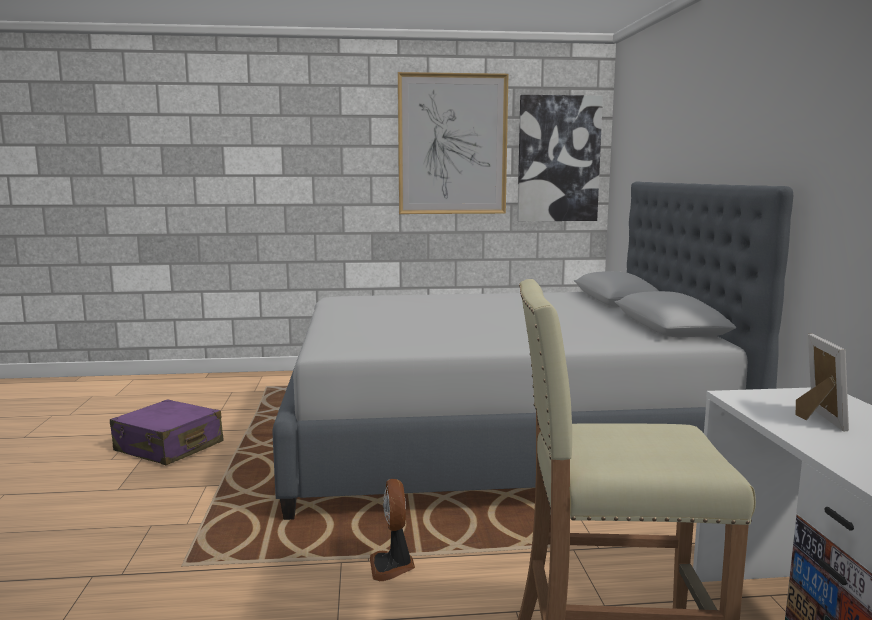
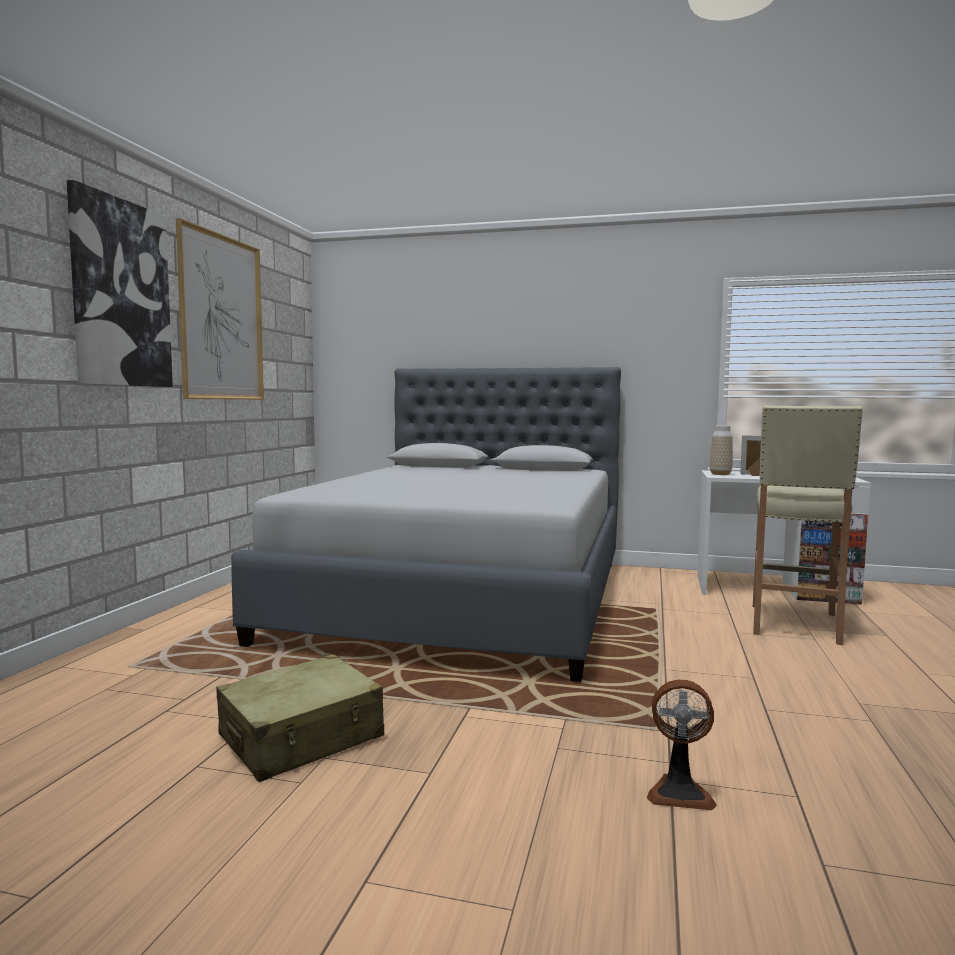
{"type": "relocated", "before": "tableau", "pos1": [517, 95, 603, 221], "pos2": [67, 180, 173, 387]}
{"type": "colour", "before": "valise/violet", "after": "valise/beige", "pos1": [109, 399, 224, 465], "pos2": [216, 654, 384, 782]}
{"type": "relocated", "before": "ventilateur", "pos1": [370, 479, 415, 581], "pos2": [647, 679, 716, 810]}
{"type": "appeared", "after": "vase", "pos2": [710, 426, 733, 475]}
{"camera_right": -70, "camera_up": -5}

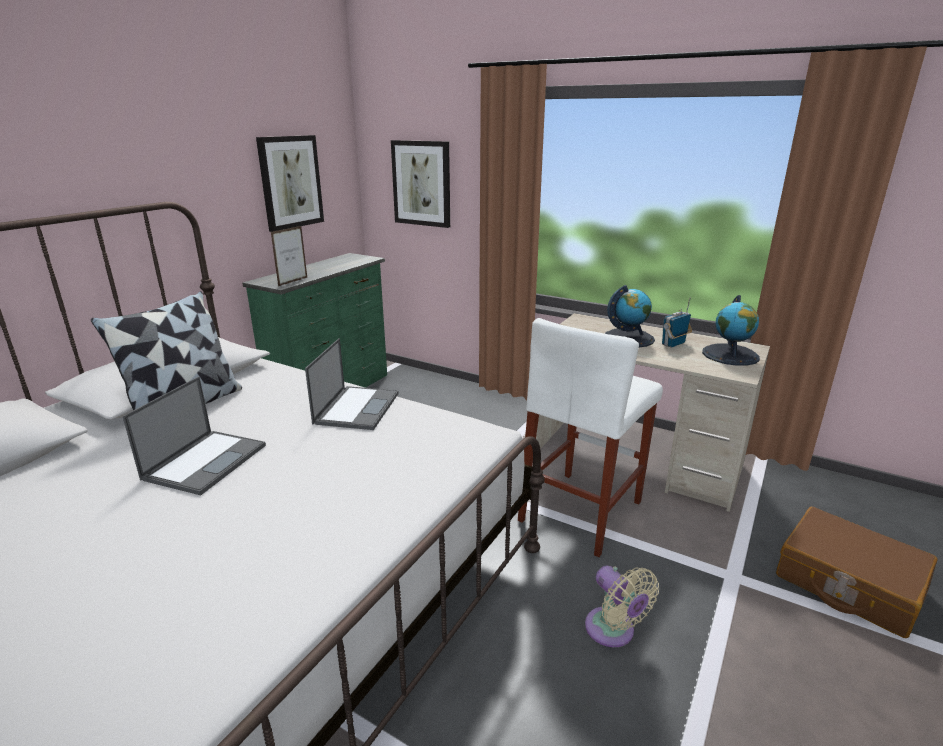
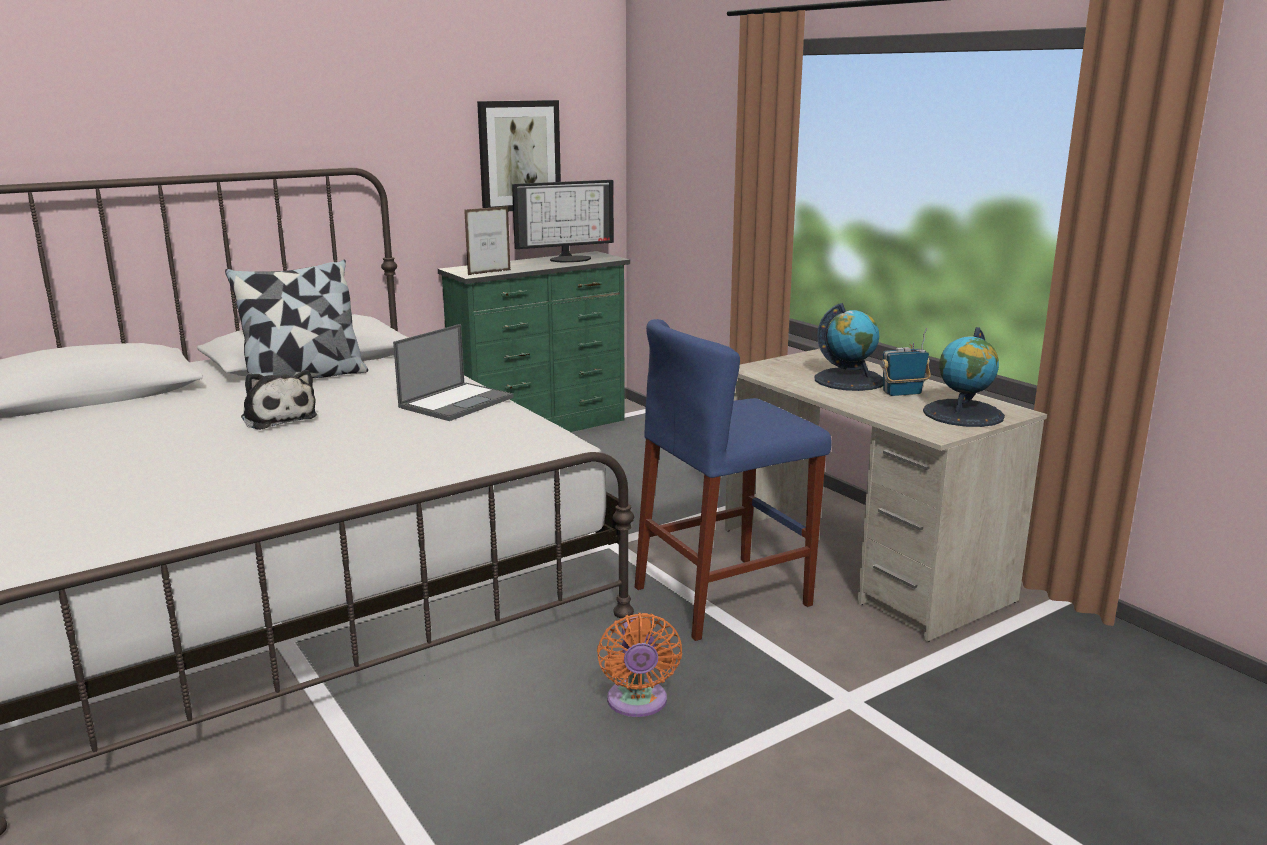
{"type": "missing", "before": "tableau", "pos1": [391, 140, 450, 228]}
{"type": "colour", "before": "tabouret/blanc", "after": "tabouret/bleu", "pos1": [518, 318, 663, 557], "pos2": [635, 319, 831, 641]}
{"type": "exchanged", "before": "ordinateur portable", "after": "peluche", "pos1": [122, 376, 266, 495], "pos2": [241, 370, 317, 430]}
{"type": "missing", "before": "valise/marron", "pos1": [776, 507, 938, 638]}
{"type": "colour", "before": "ventilateur/beige", "after": "ventilateur/orange", "pos1": [585, 566, 659, 647], "pos2": [597, 613, 682, 717]}
{"type": "appeared", "after": "écran d'ordinateur", "pos2": [512, 180, 614, 263]}
{"camera_right": 25, "camera_up": -5}

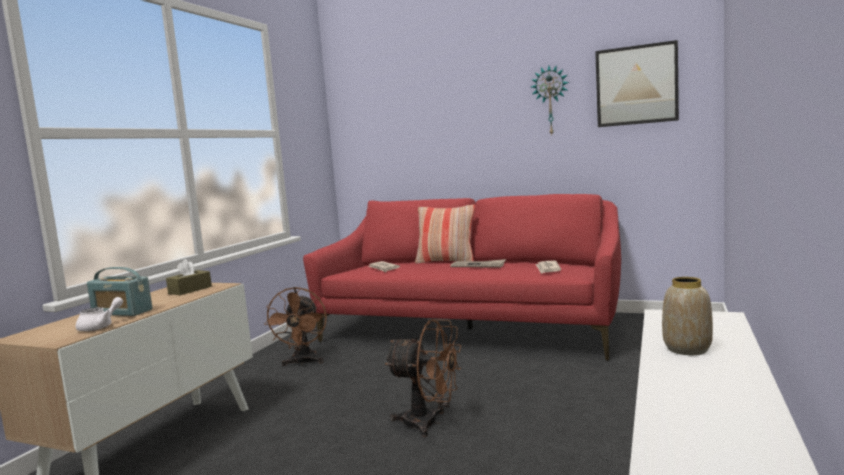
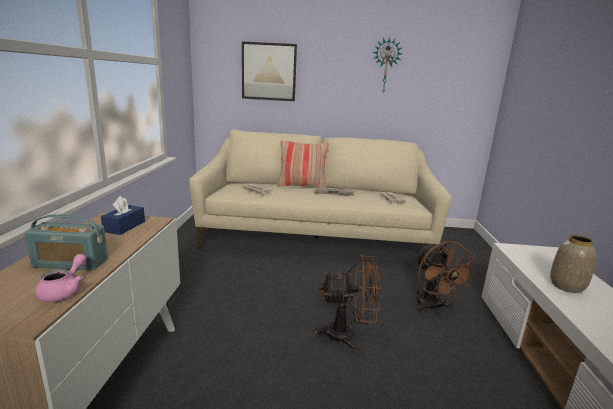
{"type": "relocated", "before": "tableau", "pos1": [595, 40, 679, 127], "pos2": [242, 42, 297, 101]}
{"type": "colour", "before": "canapé/rouge", "after": "canapé/beige", "pos1": [303, 194, 621, 361], "pos2": [189, 129, 452, 250]}
{"type": "colour", "before": "boîte à mouchoirs/marron", "after": "boîte à mouchoirs/bleu", "pos1": [166, 259, 212, 295], "pos2": [101, 196, 145, 235]}
{"type": "relocated", "before": "ventilateur/marron", "pos1": [264, 287, 327, 366], "pos2": [415, 241, 477, 313]}
{"type": "colour", "before": "théière/blanc", "after": "théière/rose", "pos1": [76, 297, 123, 332], "pos2": [35, 254, 86, 302]}
{"camera_right": -20, "camera_up": 10}

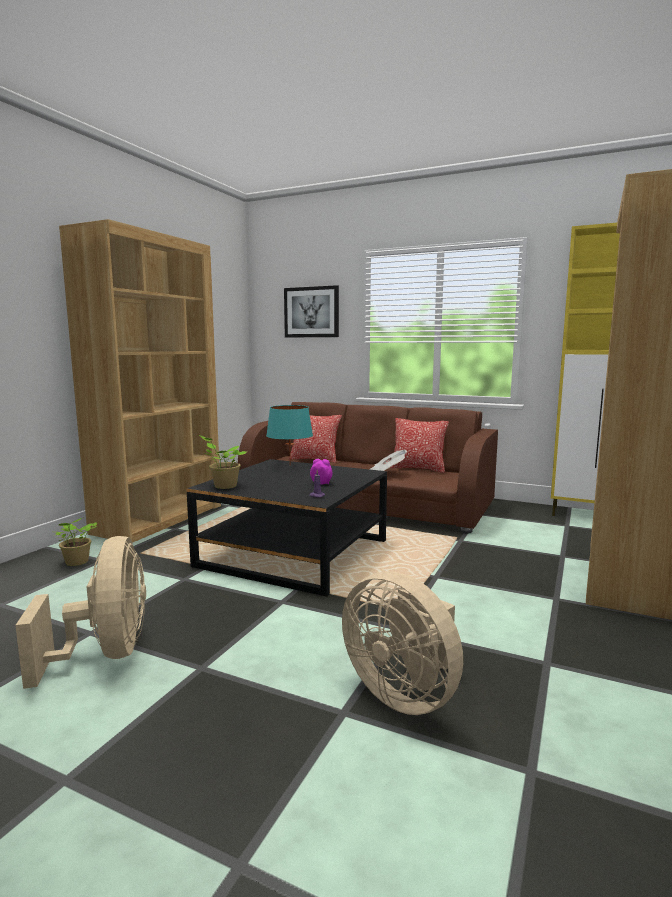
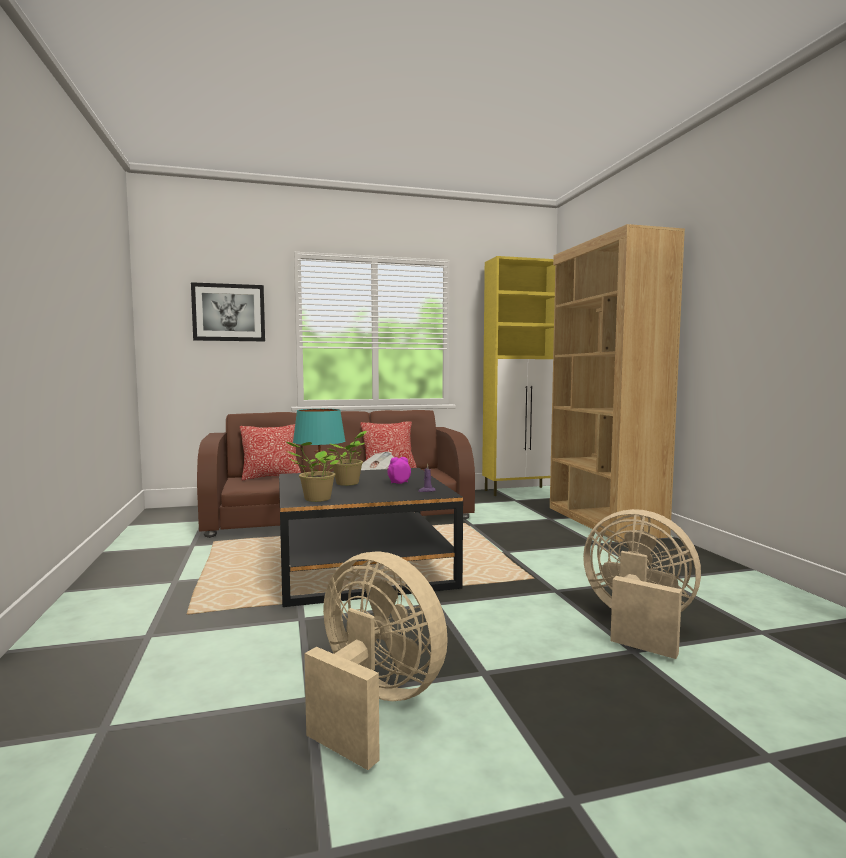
{"type": "missing", "before": "bibliothèque/marron", "pos1": [59, 219, 221, 543]}
{"type": "relocated", "before": "plante en pot", "pos1": [56, 518, 97, 566], "pos2": [328, 431, 367, 486]}
{"type": "spun", "before": "ventilateur/beige", "pos1": [342, 571, 463, 715], "pos2": [583, 509, 701, 659], "turn": -150}
{"camera_right": -40, "camera_up": -5}

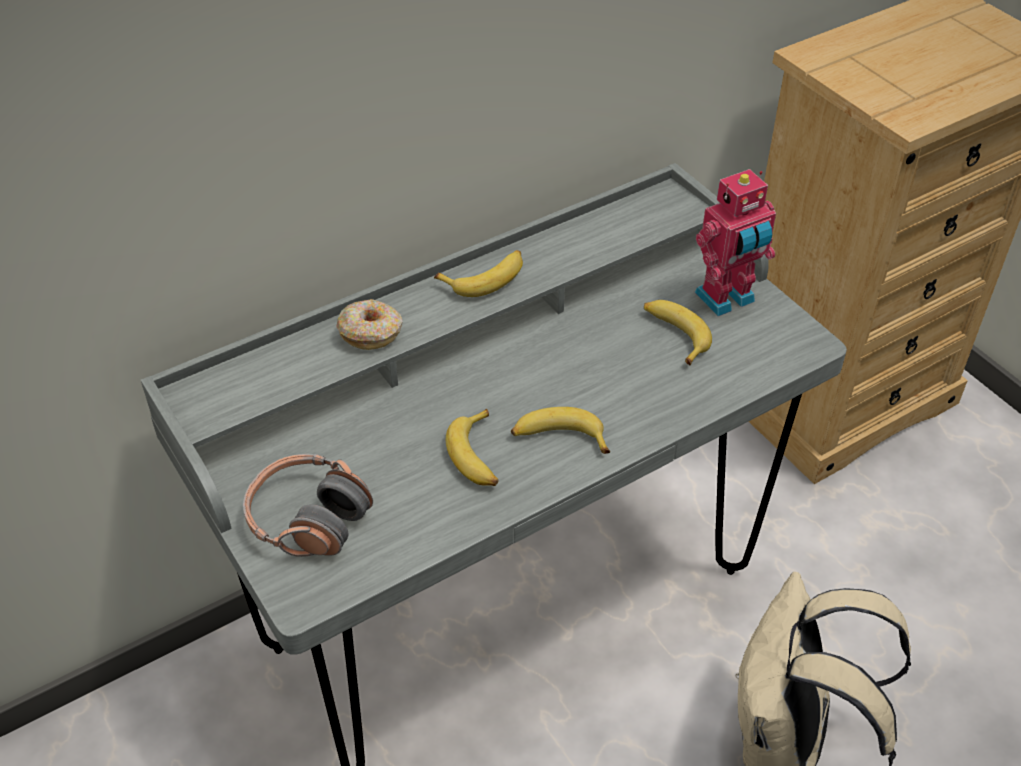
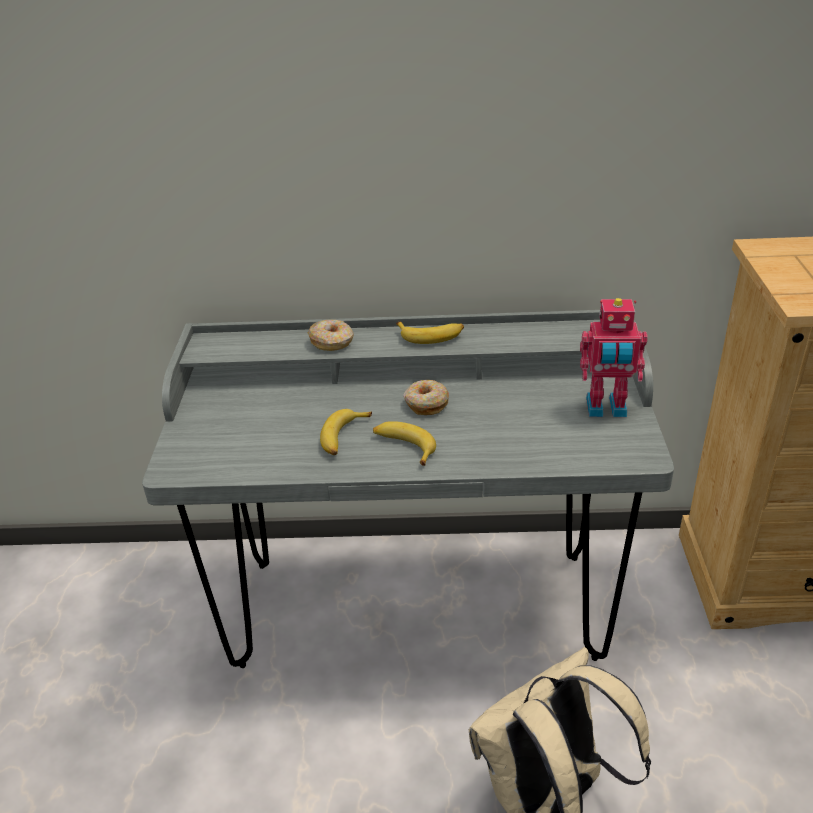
{"type": "missing", "before": "banane", "pos1": [644, 300, 712, 365]}
{"type": "missing", "before": "casque audio", "pos1": [243, 454, 373, 557]}
{"type": "appeared", "after": "beignet", "pos2": [404, 380, 449, 415]}
{"camera_right": 35, "camera_up": -10}

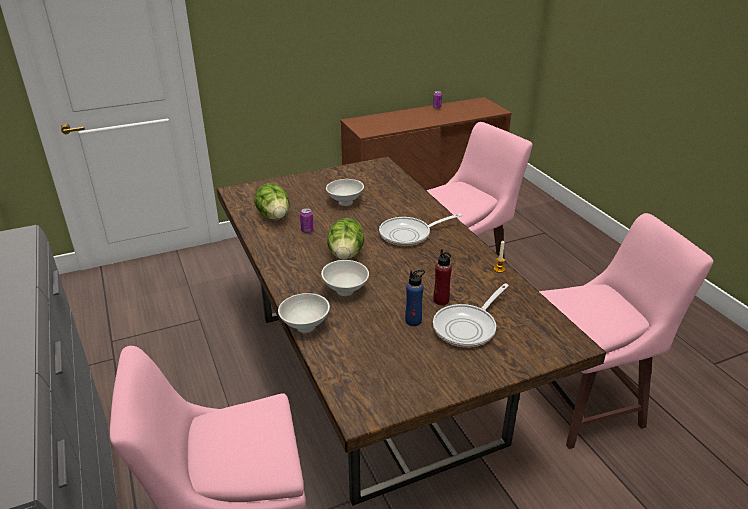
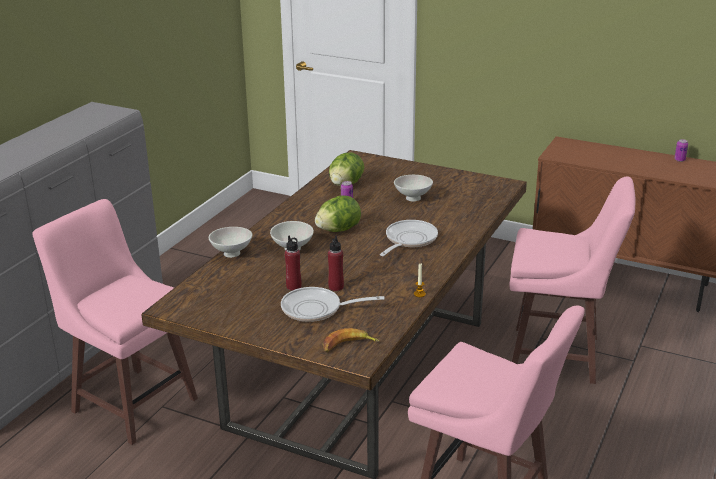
{"type": "spun", "before": "poêle", "pos1": [379, 213, 462, 246], "pos2": [380, 220, 438, 256], "turn": 90}
{"type": "colour", "before": "bouteille/bleu", "after": "bouteille/rouge", "pos1": [405, 270, 425, 326], "pos2": [285, 235, 302, 291]}
{"type": "appeared", "after": "banane", "pos2": [323, 328, 380, 352]}
{"camera_right": 50, "camera_up": -5}

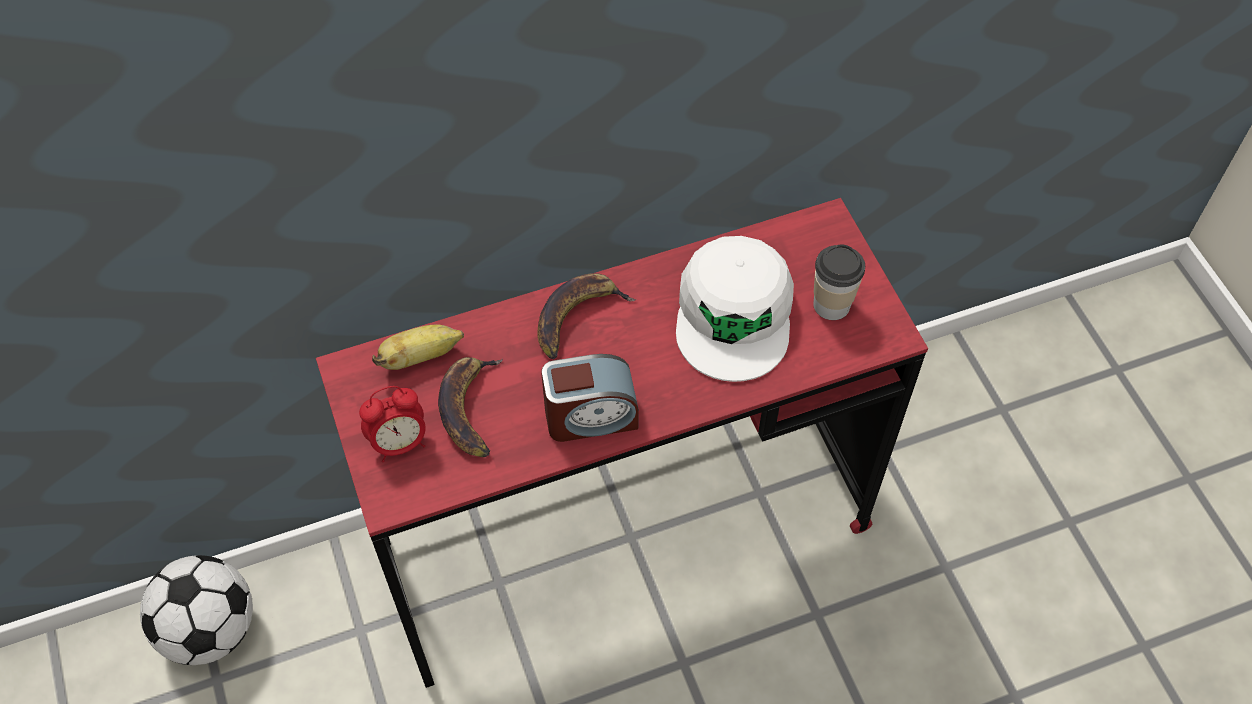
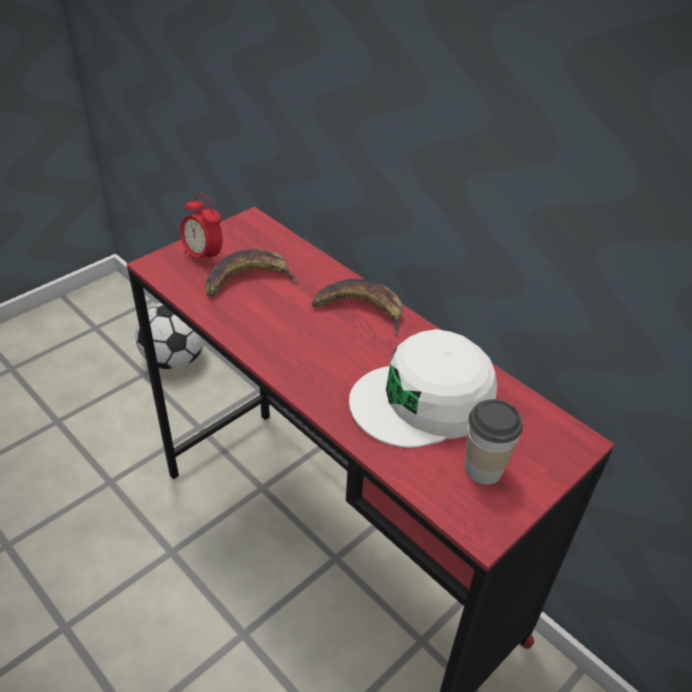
{"type": "missing", "before": "banane", "pos1": [372, 325, 464, 370]}
{"type": "missing", "before": "réveil", "pos1": [541, 354, 639, 442]}
{"camera_right": 65, "camera_up": -15}

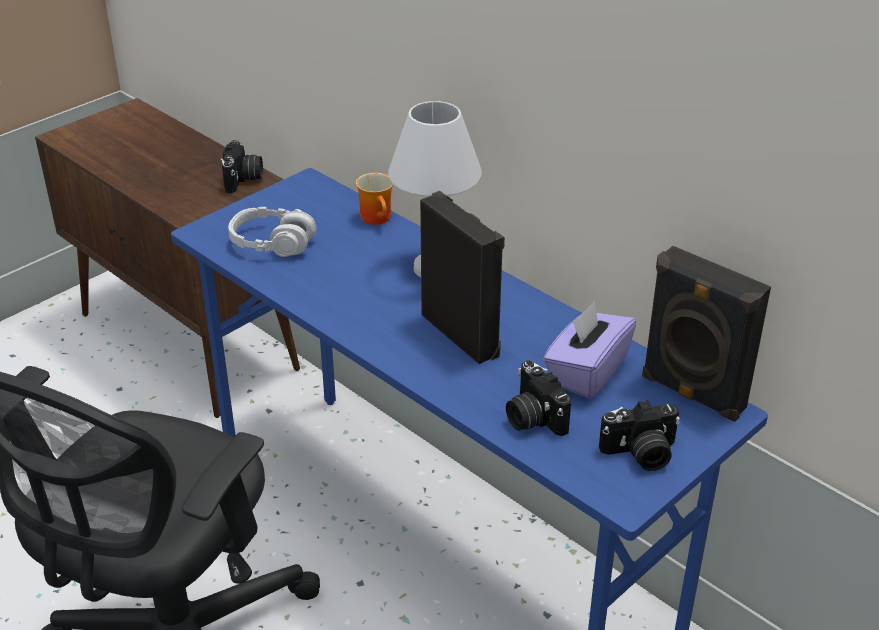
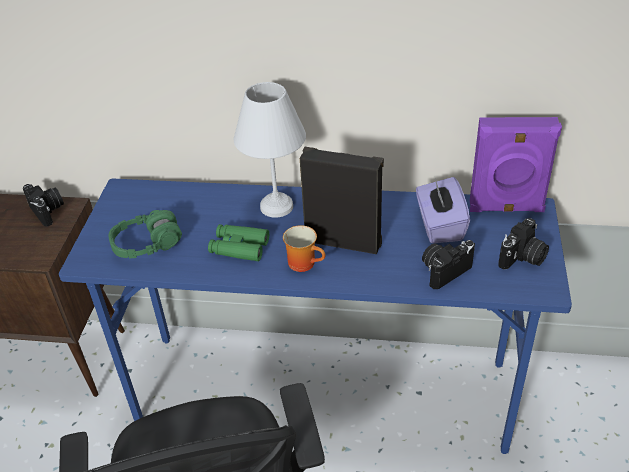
{"type": "relocated", "before": "mug", "pos1": [356, 173, 393, 225], "pos2": [283, 225, 326, 272]}
{"type": "colour", "before": "casque audio/gris", "after": "casque audio/vert", "pos1": [228, 207, 317, 257], "pos2": [109, 210, 182, 258]}
{"type": "colour", "before": "enceinte/noir", "after": "enceinte/violet", "pos1": [642, 246, 771, 422], "pos2": [470, 117, 562, 212]}
{"type": "spun", "before": "appareil photo", "pos1": [506, 360, 571, 436], "pos2": [422, 240, 475, 289], "turn": 120}
{"type": "appeared", "after": "jumelles/vert", "pos2": [208, 224, 269, 261]}
{"camera_right": -35, "camera_up": 5}

